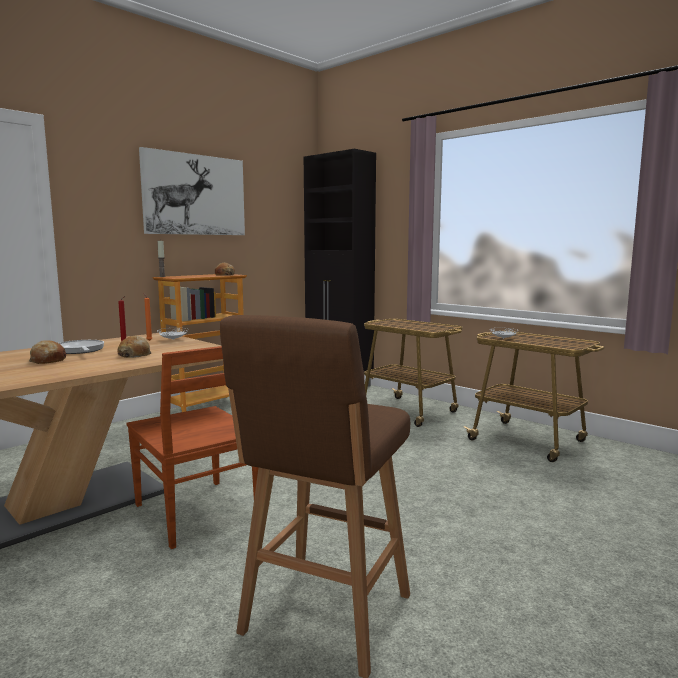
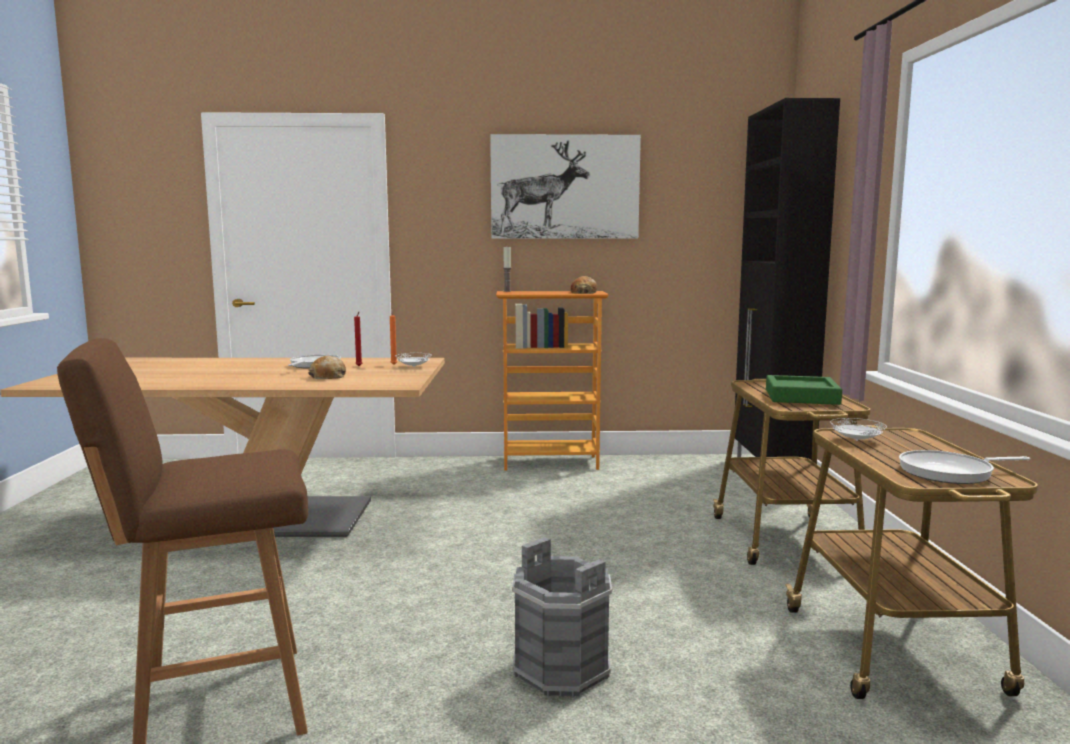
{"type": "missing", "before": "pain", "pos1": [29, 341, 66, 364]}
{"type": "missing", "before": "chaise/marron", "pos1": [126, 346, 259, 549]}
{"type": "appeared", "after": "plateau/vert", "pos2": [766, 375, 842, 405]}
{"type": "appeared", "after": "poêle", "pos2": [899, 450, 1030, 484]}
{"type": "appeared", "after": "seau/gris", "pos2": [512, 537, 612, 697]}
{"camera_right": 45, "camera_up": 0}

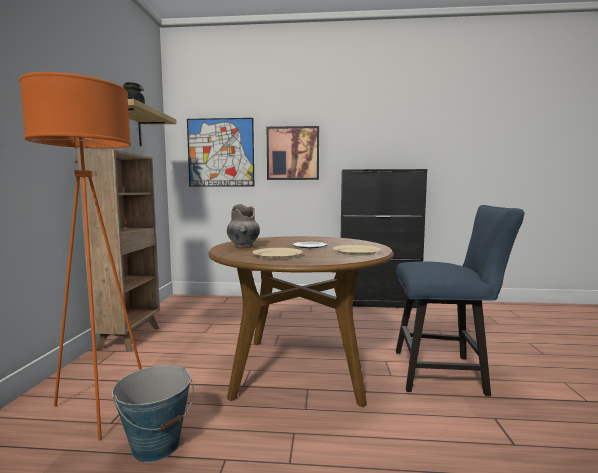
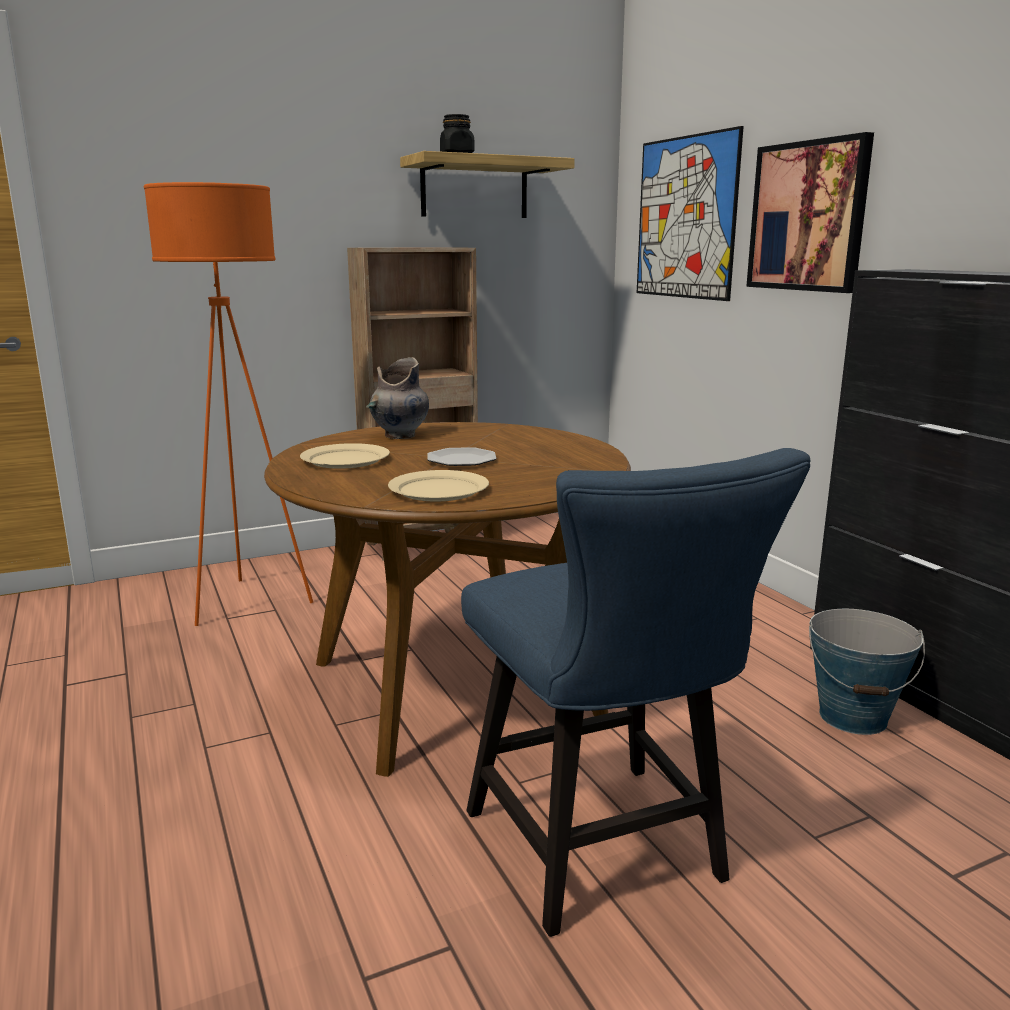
{"type": "relocated", "before": "seau", "pos1": [112, 365, 194, 463], "pos2": [809, 609, 925, 735]}
{"camera_right": 60, "camera_up": 10}

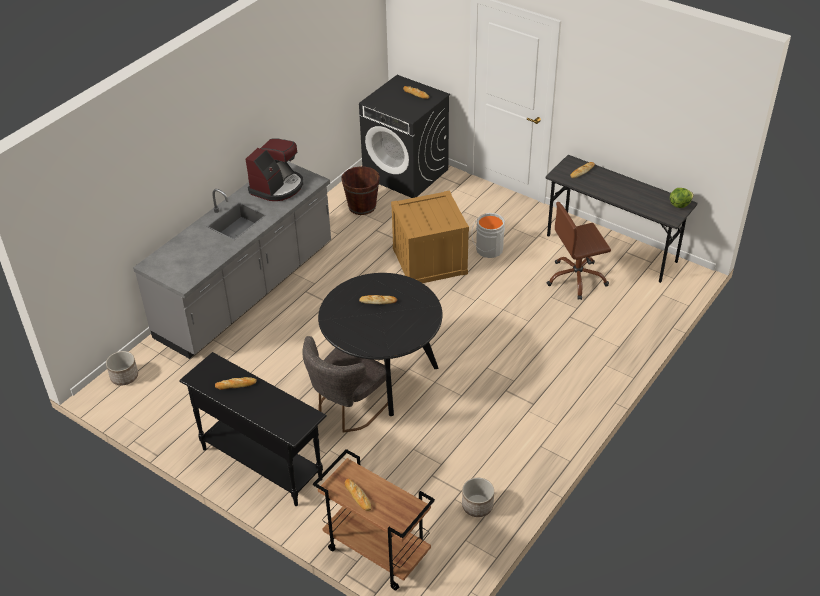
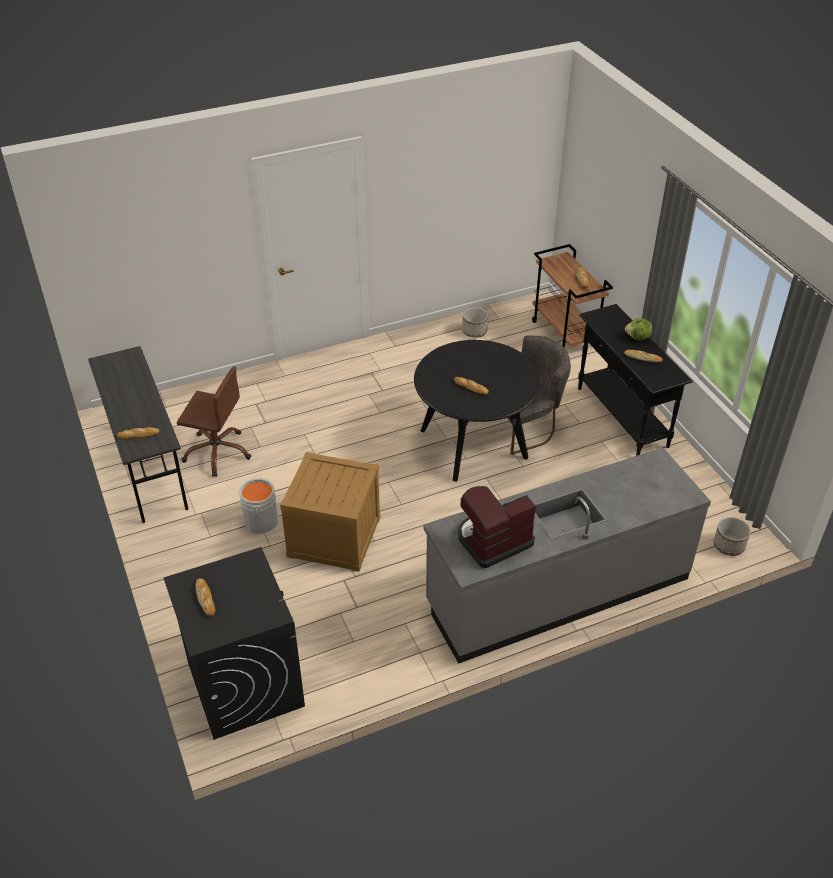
{"type": "missing", "before": "seau/marron", "pos1": [342, 166, 380, 215]}
{"type": "relocated", "before": "laitue", "pos1": [670, 188, 694, 208], "pos2": [625, 318, 652, 341]}
{"camera_right": -150, "camera_up": 0}

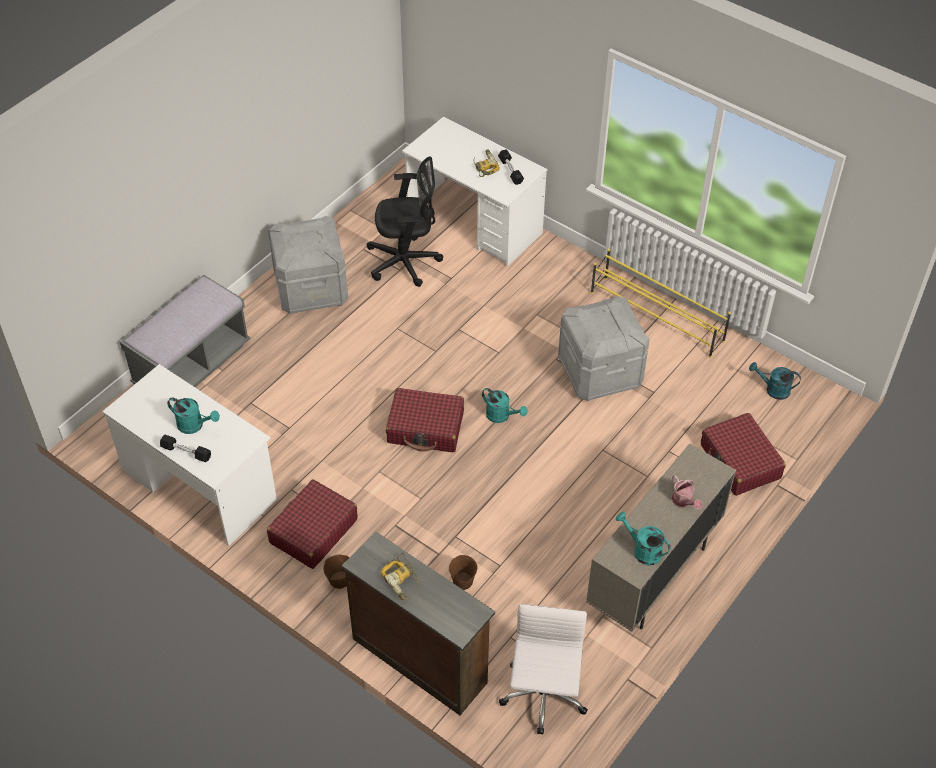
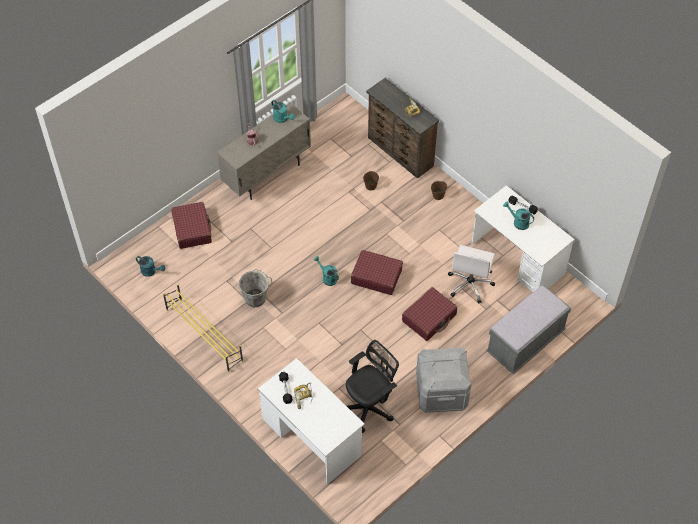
{"type": "spun", "before": "chaise de bureau/noir", "pos1": [367, 157, 443, 287], "pos2": [346, 340, 399, 433], "turn": 135}
{"type": "exchanged", "before": "boîte de rangement/gris", "after": "seau/gris", "pos1": [558, 296, 650, 401], "pos2": [239, 269, 273, 308]}
{"type": "relocated", "before": "valise/rouge", "pos1": [267, 479, 358, 569], "pos2": [402, 287, 457, 341]}
{"type": "relocated", "before": "chaise de bureau/blanc", "pos1": [499, 604, 588, 735], "pos2": [448, 245, 495, 303]}
{"camera_right": -170, "camera_up": 5}

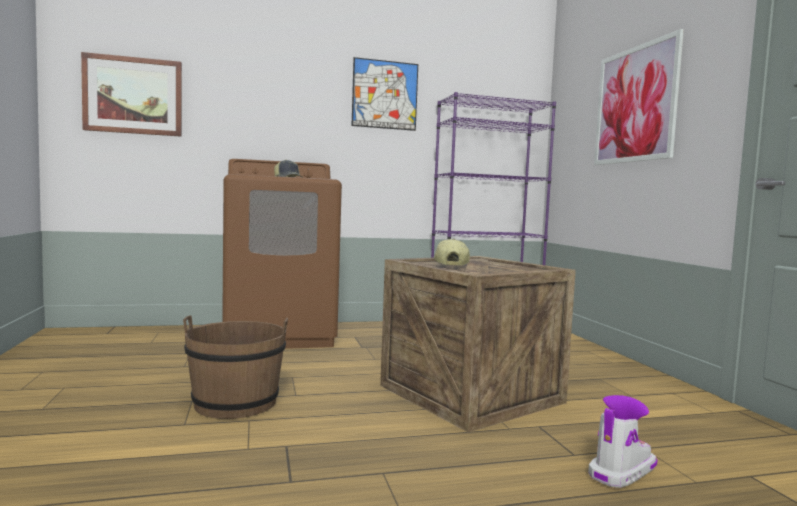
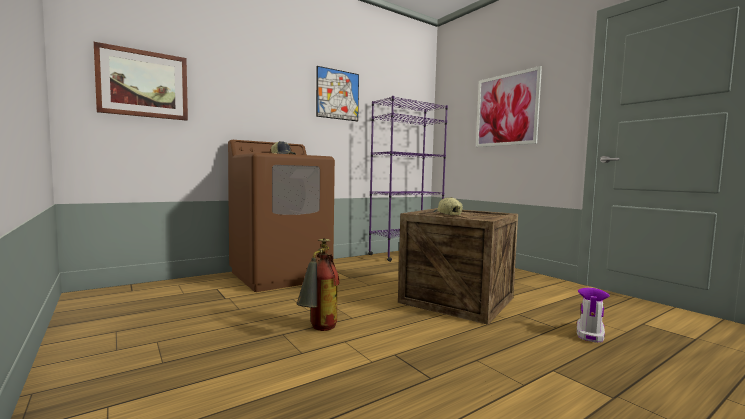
{"type": "exchanged", "before": "seau/marron", "after": "extincteur", "pos1": [183, 315, 288, 419], "pos2": [297, 238, 340, 331]}
{"camera_right": -20, "camera_up": 0}

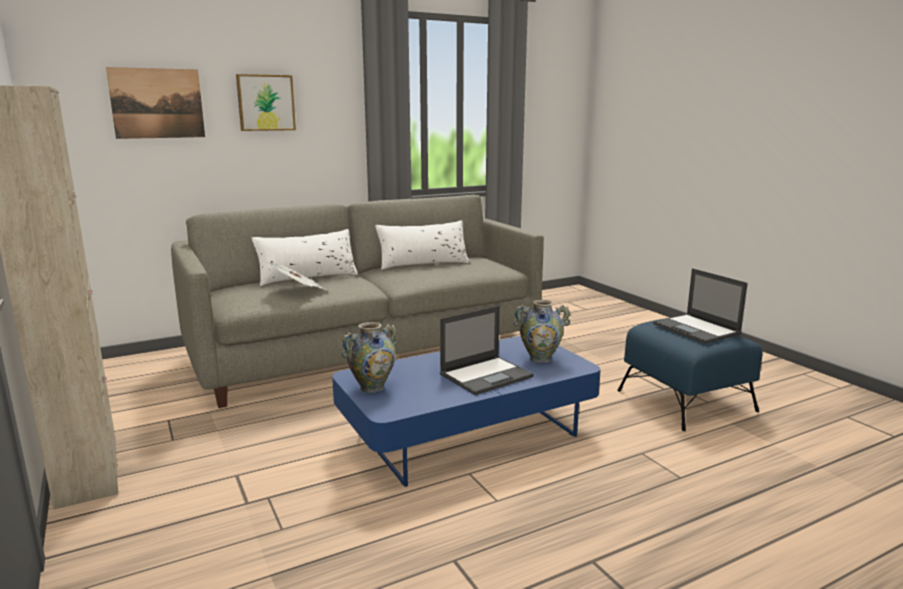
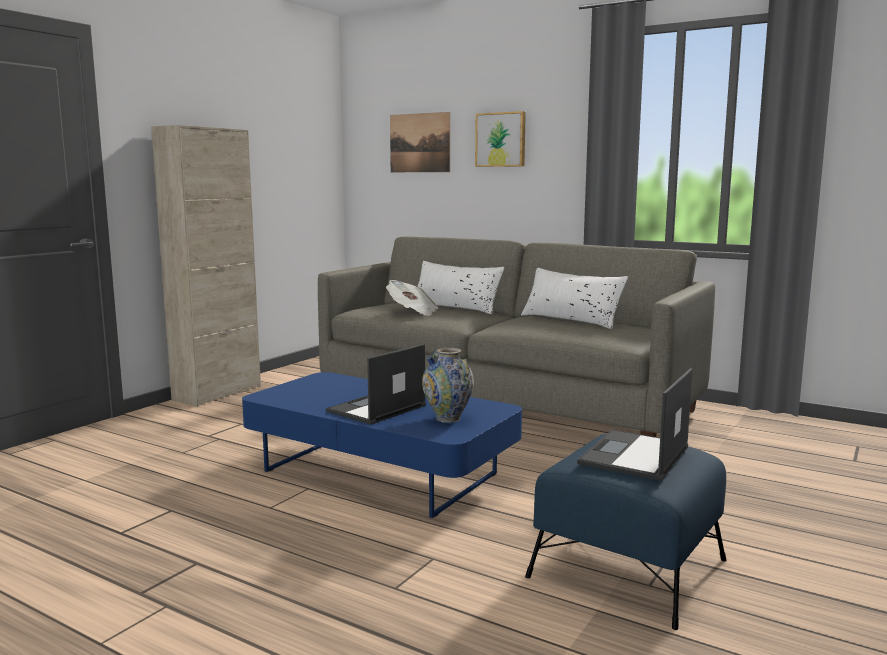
{"type": "spun", "before": "ordinateur portable", "pos1": [440, 306, 534, 395], "pos2": [326, 344, 426, 425], "turn": 105}
{"type": "missing", "before": "vase", "pos1": [341, 322, 398, 393]}
{"camera_right": 60, "camera_up": -5}

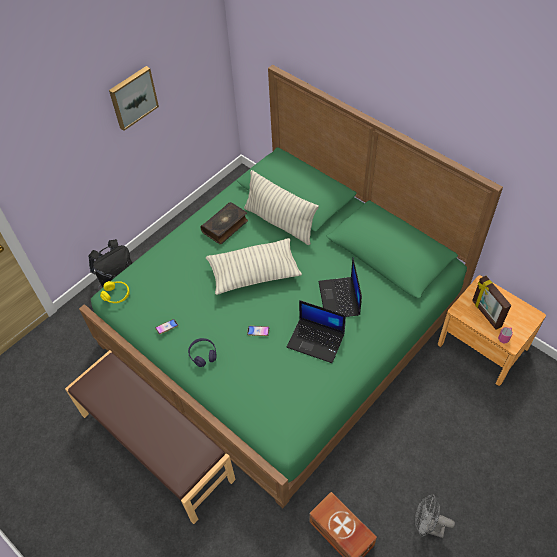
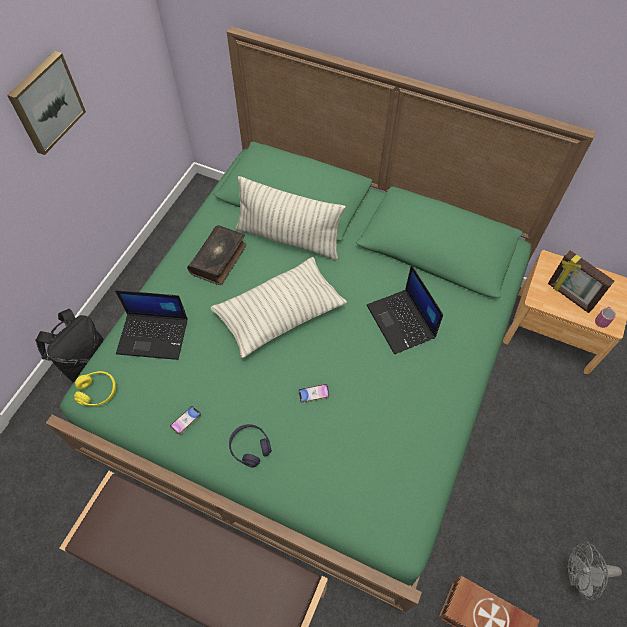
{"type": "relocated", "before": "ordinateur portable", "pos1": [287, 300, 346, 363], "pos2": [115, 290, 188, 360]}
{"camera_right": -20, "camera_up": 5}

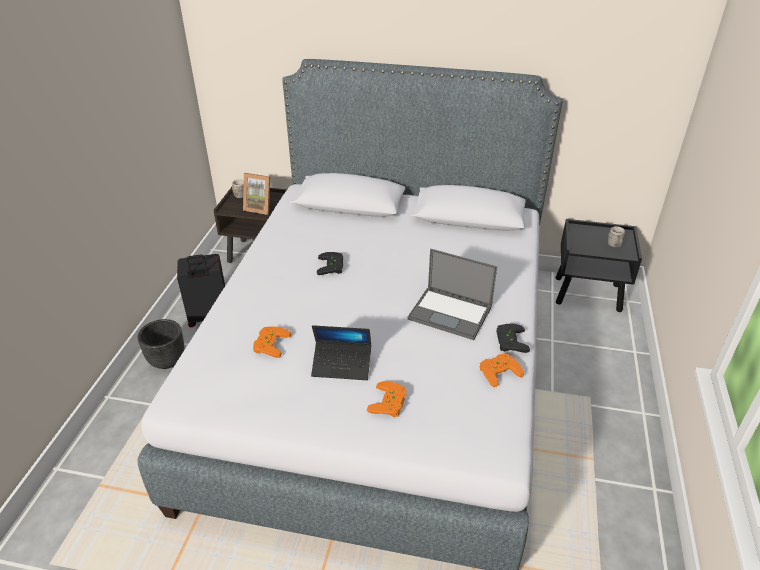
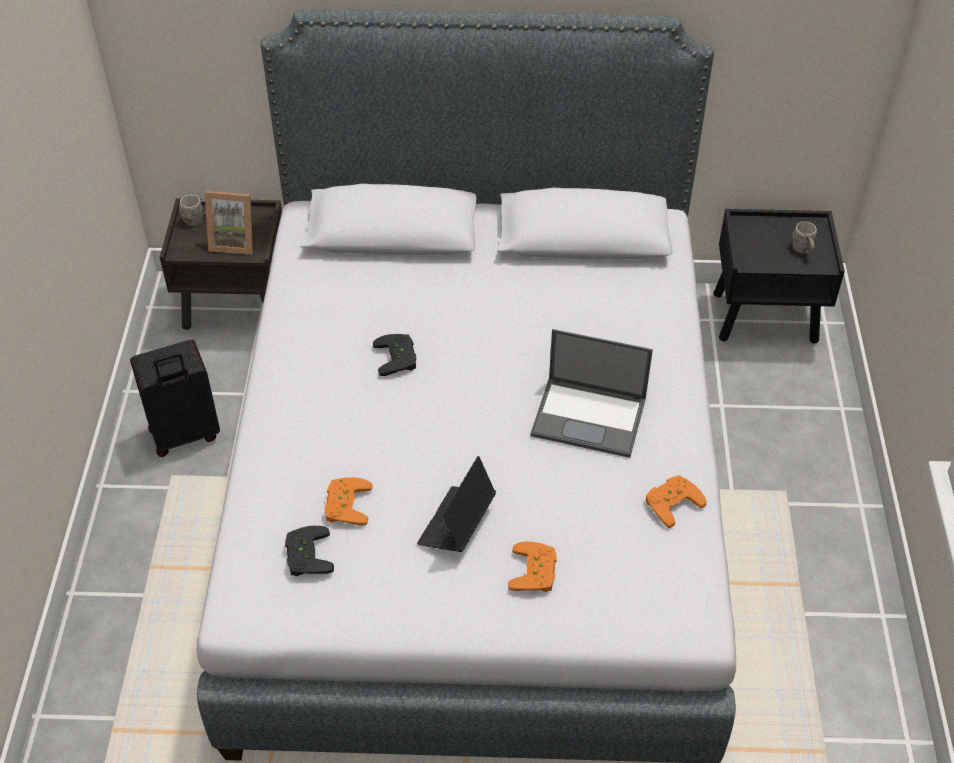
{"type": "missing", "before": "cache-pot/noir", "pos1": [138, 319, 184, 369]}
{"type": "relocated", "before": "manette/noir", "pos1": [496, 324, 530, 353], "pos2": [285, 526, 334, 576]}
{"type": "spun", "before": "ordinateur portable", "pos1": [311, 325, 371, 380], "pos2": [417, 456, 496, 552], "turn": 120}
{"camera_right": -10, "camera_up": 10}

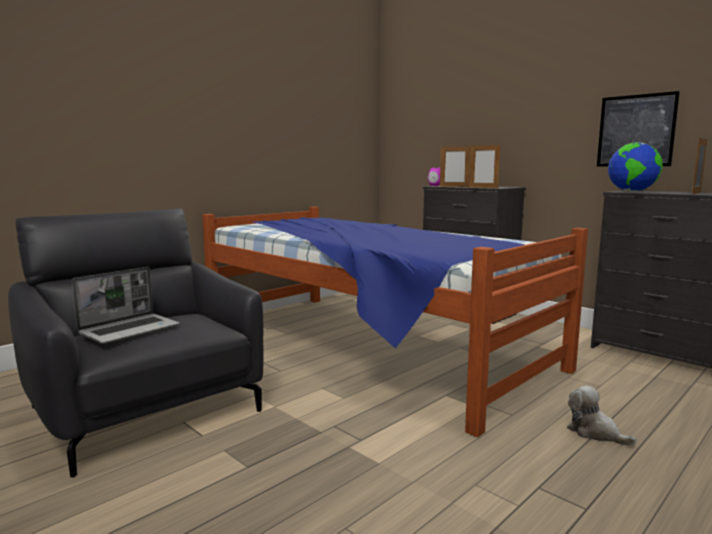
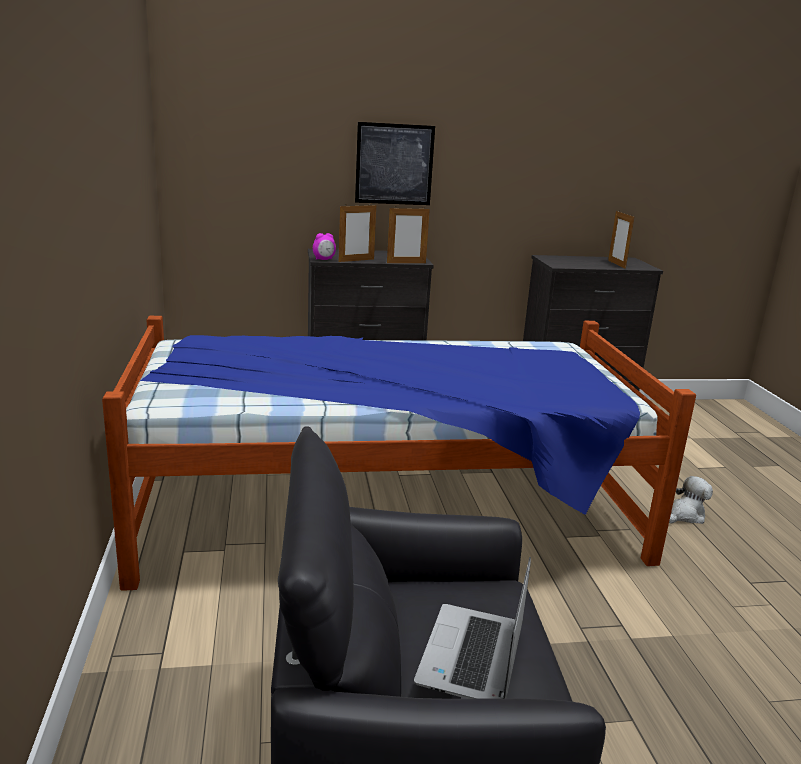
{"type": "relocated", "before": "tableau", "pos1": [597, 91, 680, 166], "pos2": [355, 122, 435, 205]}
{"type": "missing", "before": "globe", "pos1": [608, 142, 663, 192]}
{"type": "spun", "before": "ordinateur portable", "pos1": [72, 267, 179, 344], "pos2": [414, 557, 531, 699], "turn": -150}
{"type": "spun", "before": "peluche", "pos1": [567, 386, 637, 446], "pos2": [669, 476, 713, 524], "turn": 150}
{"camera_right": -55, "camera_up": 10}

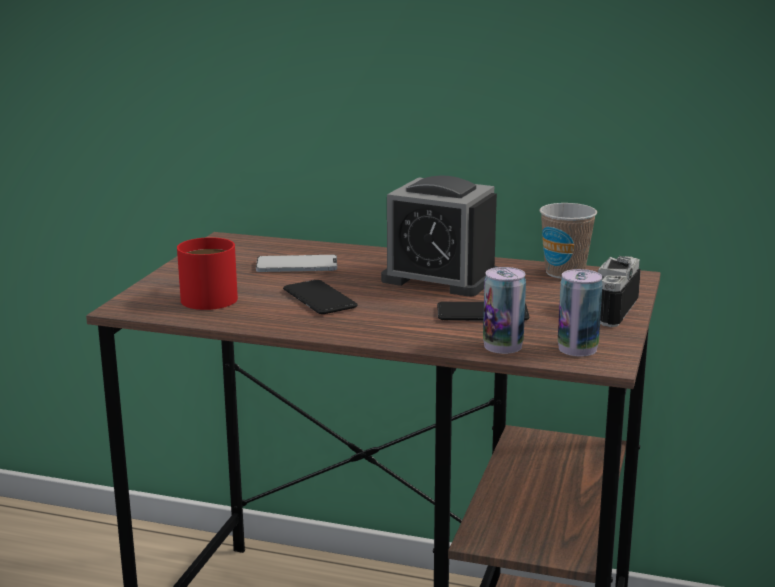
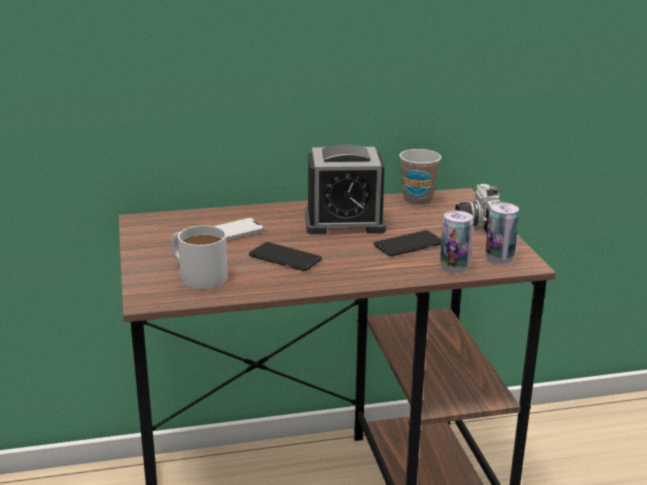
{"type": "colour", "before": "mug/rouge", "after": "mug/blanc", "pos1": [177, 237, 238, 310], "pos2": [171, 225, 228, 289]}
{"camera_right": -30, "camera_up": 5}

